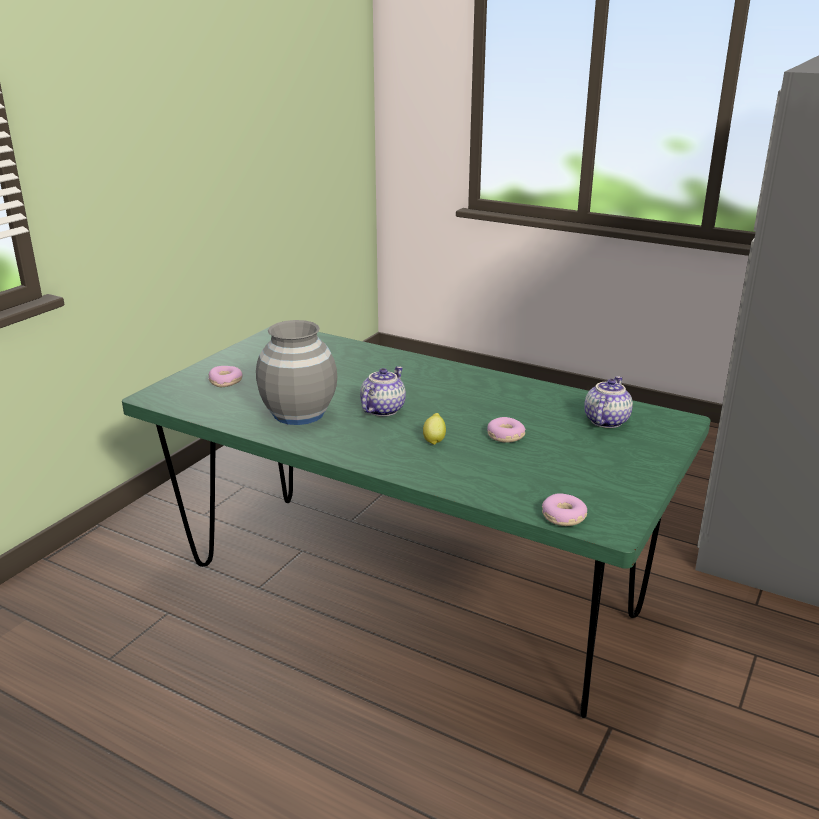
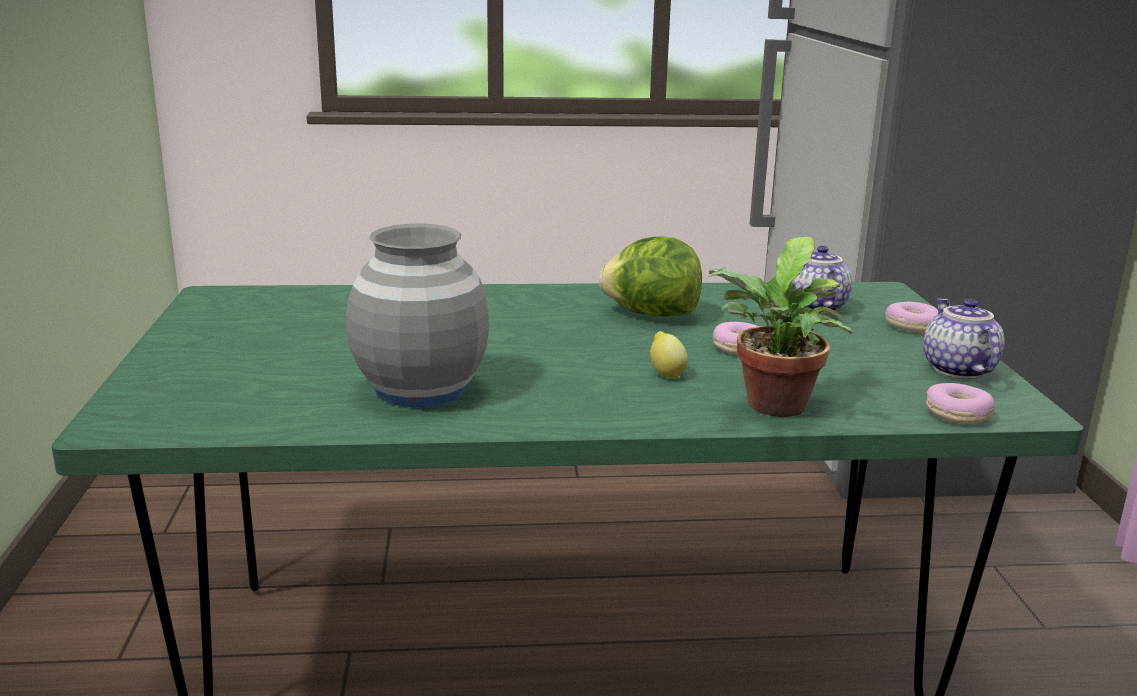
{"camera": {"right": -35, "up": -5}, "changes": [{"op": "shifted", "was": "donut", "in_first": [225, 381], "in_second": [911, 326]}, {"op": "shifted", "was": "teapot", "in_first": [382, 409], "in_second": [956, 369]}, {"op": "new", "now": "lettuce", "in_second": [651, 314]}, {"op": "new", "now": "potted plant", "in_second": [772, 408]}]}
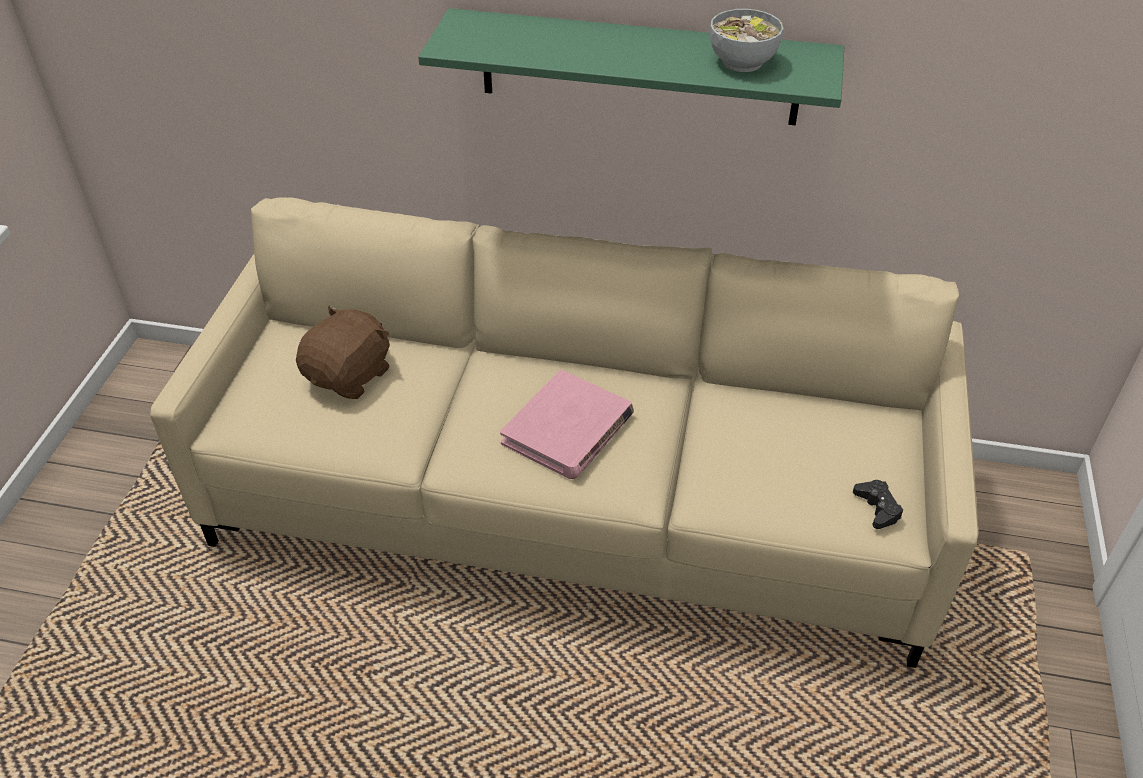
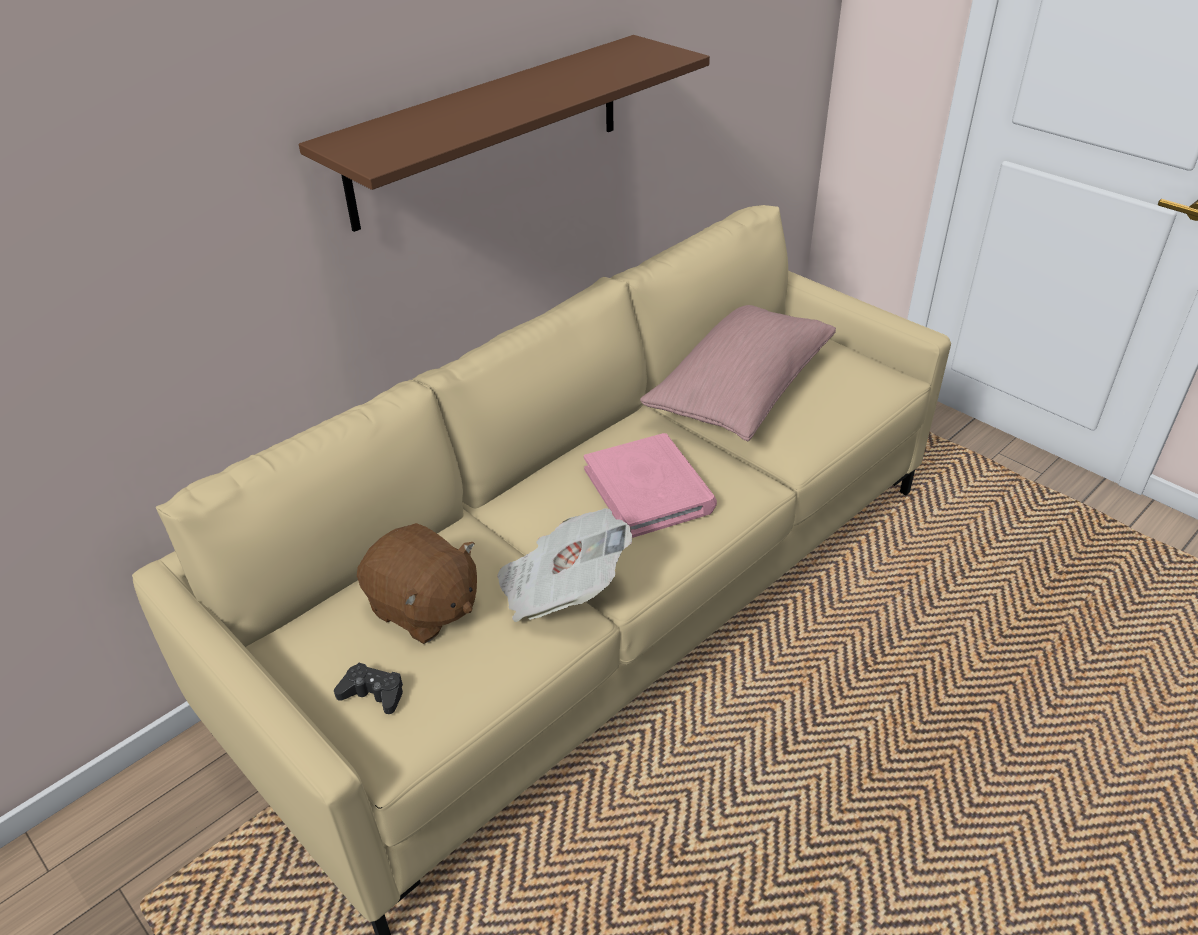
{"camera": {"right": -55, "up": -5}, "changes": [{"op": "repainted", "was": "green shelf", "now": "brown shelf", "in_first": [639, 67], "in_second": [489, 130]}, {"op": "gone", "was": "bowl", "in_first": [742, 62]}, {"op": "rotated", "was": "brown plush toy", "in_first": [350, 376], "in_second": [424, 608], "clockwise": 150}, {"op": "shifted", "was": "black game controller", "in_first": [877, 508], "in_second": [373, 693]}, {"op": "new", "now": "pink pillow", "in_second": [740, 391]}, {"op": "new", "now": "newspaper", "in_second": [561, 589]}]}
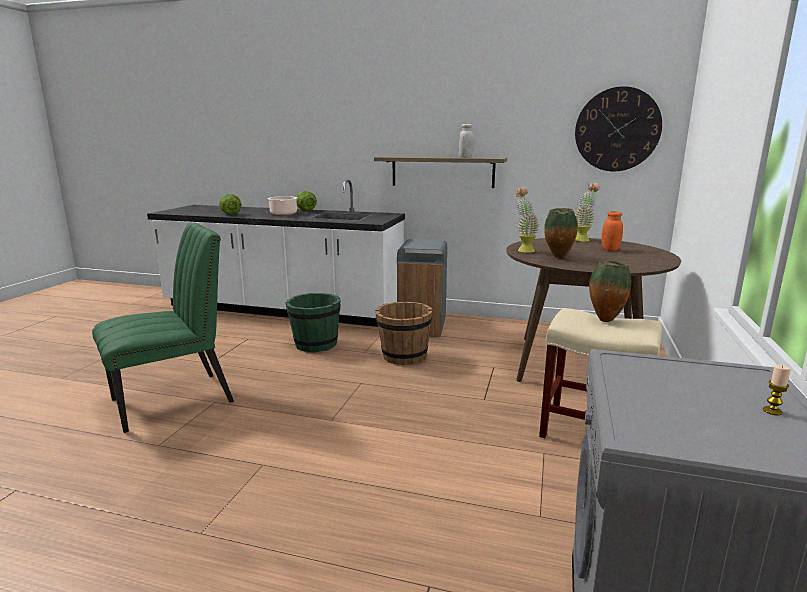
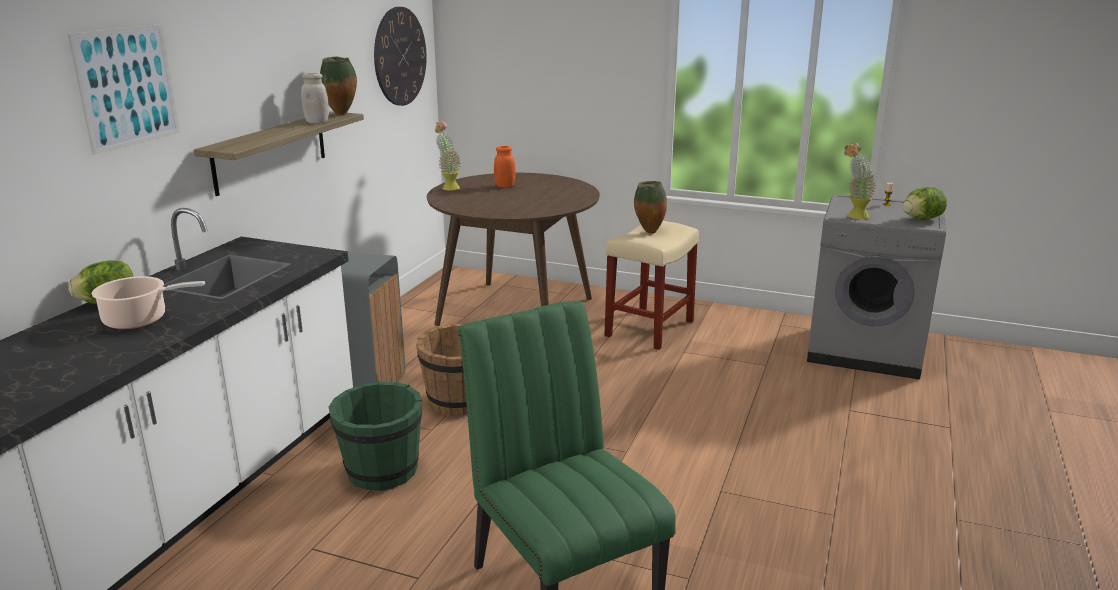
{"camera": {"right": -85, "up": 5}, "changes": [{"op": "shifted", "was": "potted plant", "in_first": [523, 250], "in_second": [853, 217]}, {"op": "shifted", "was": "lettuce", "in_first": [230, 214], "in_second": [921, 219]}, {"op": "shifted", "was": "vase", "in_first": [558, 258], "in_second": [342, 114]}, {"op": "new", "now": "picture", "in_second": [127, 87]}]}
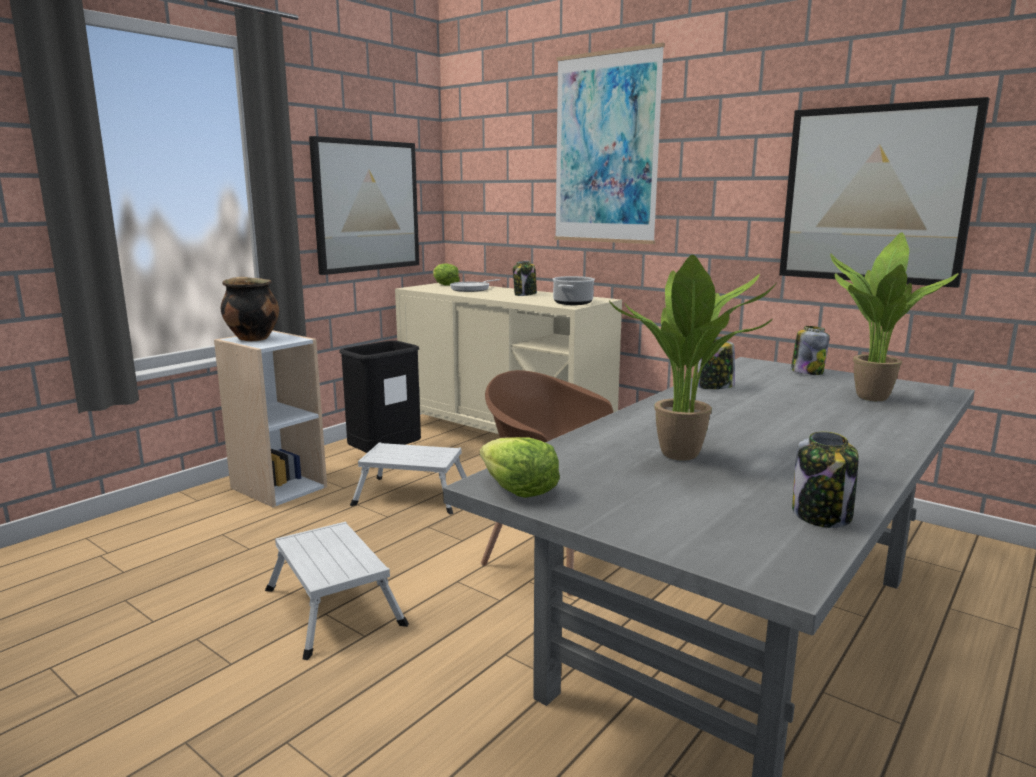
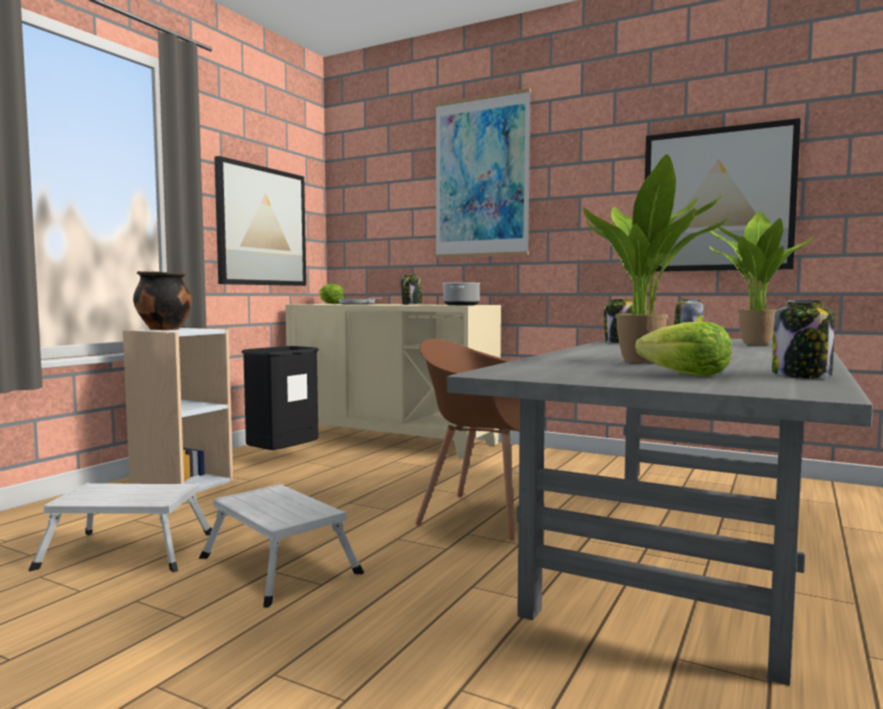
{"camera": {"right": -10, "up": -10}, "changes": [{"op": "shifted", "was": "lettuce", "in_first": [518, 490], "in_second": [685, 375]}, {"op": "shifted", "was": "white step ladder", "in_first": [413, 495], "in_second": [129, 550]}]}
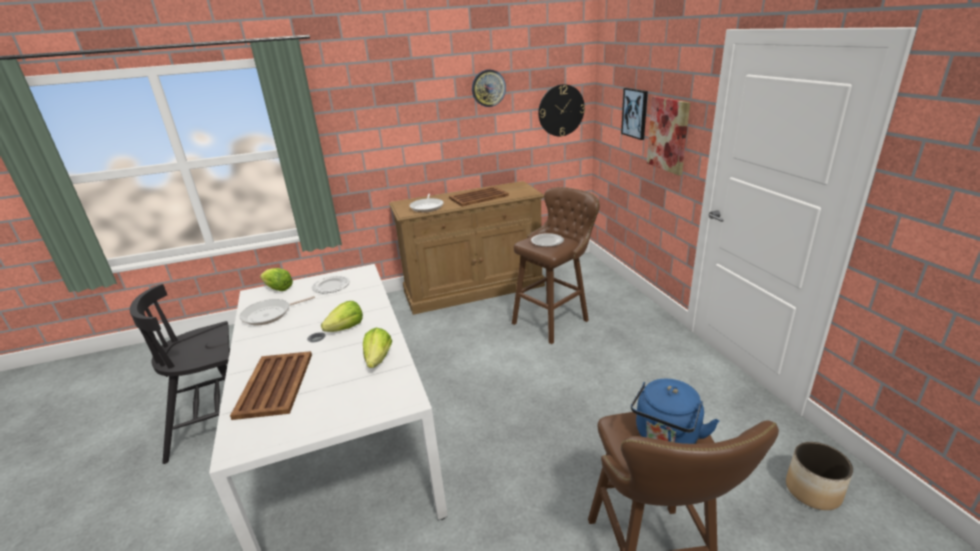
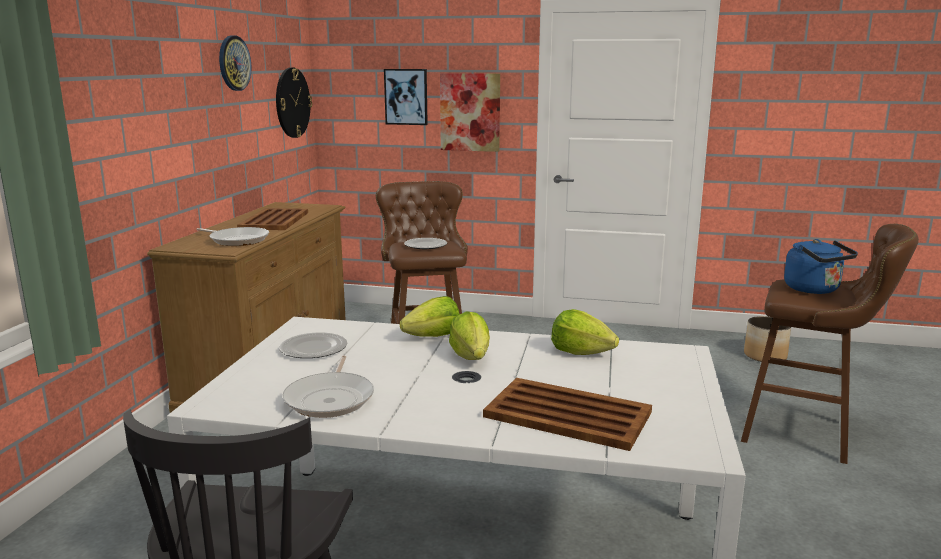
{"camera": {"right": -60, "up": -10}, "changes": [{"op": "shifted", "was": "lettuce", "in_first": [278, 289], "in_second": [433, 336]}]}
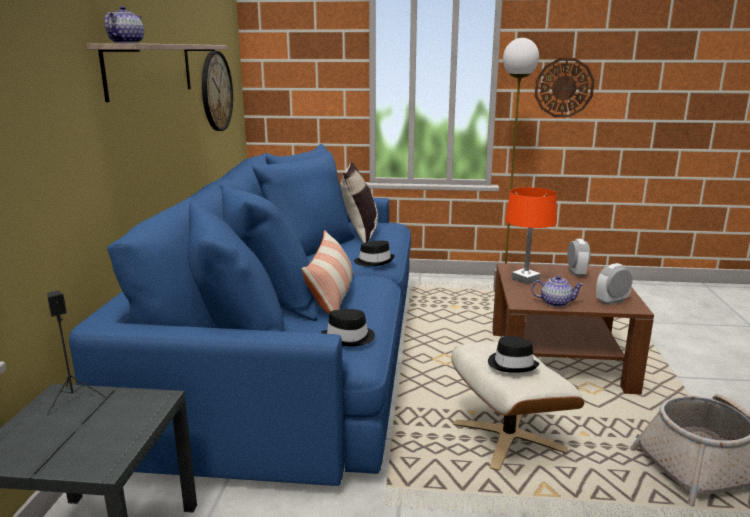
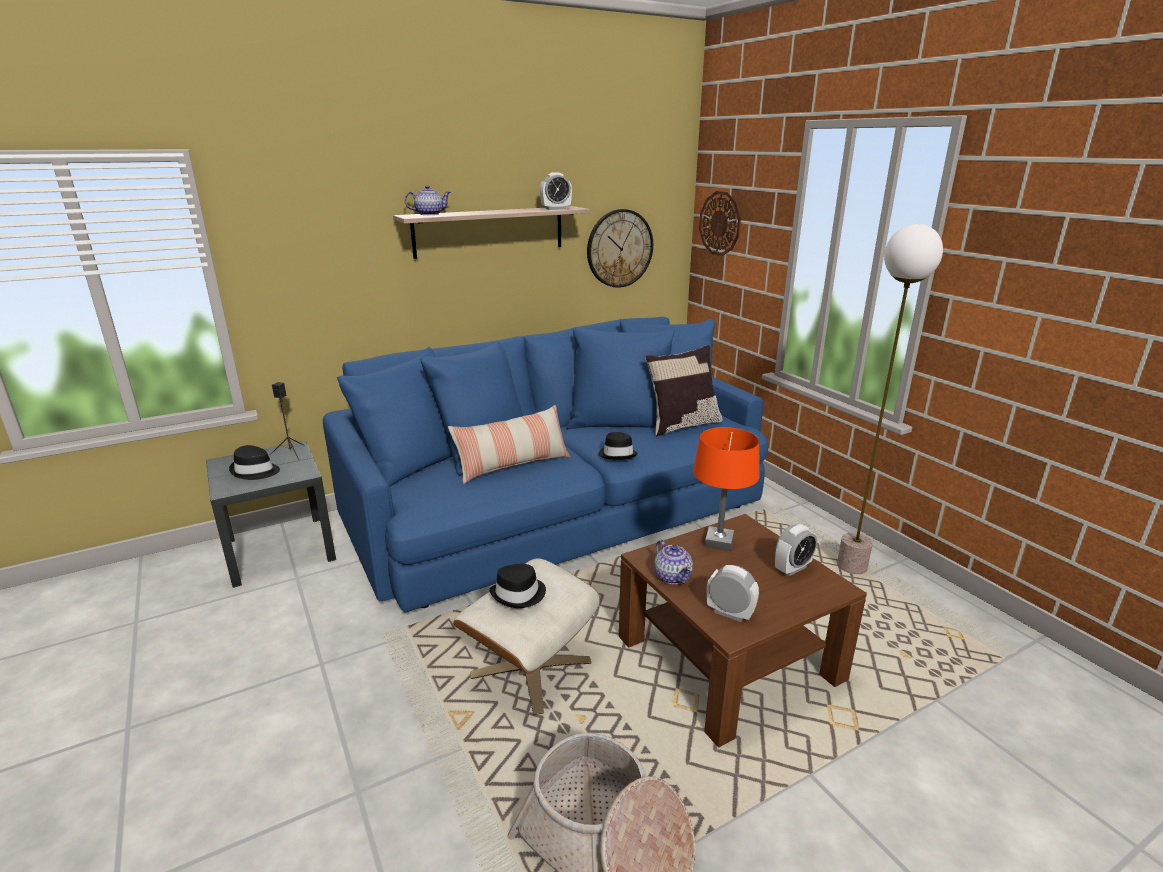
{"camera": {"right": 55, "up": 5}, "changes": [{"op": "shifted", "was": "wall clock", "in_first": [564, 88], "in_second": [720, 223]}, {"op": "shifted", "was": "black hat", "in_first": [349, 338], "in_second": [255, 471]}, {"op": "new", "now": "alarm clock", "in_second": [556, 209]}]}
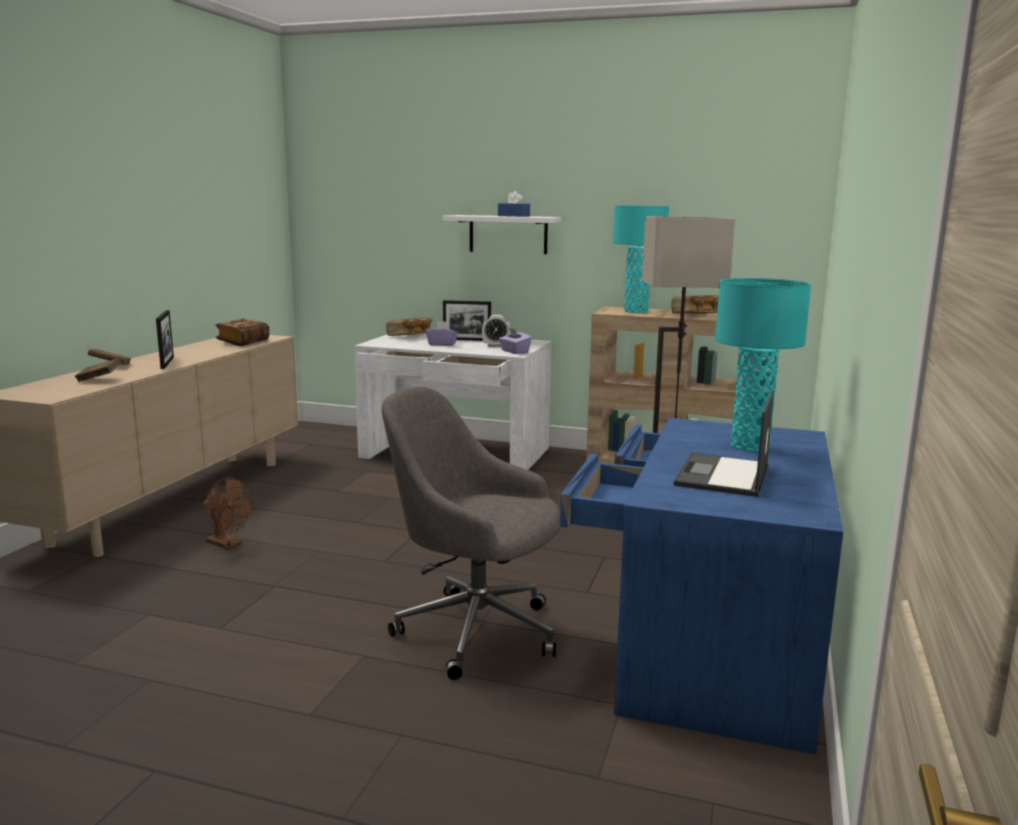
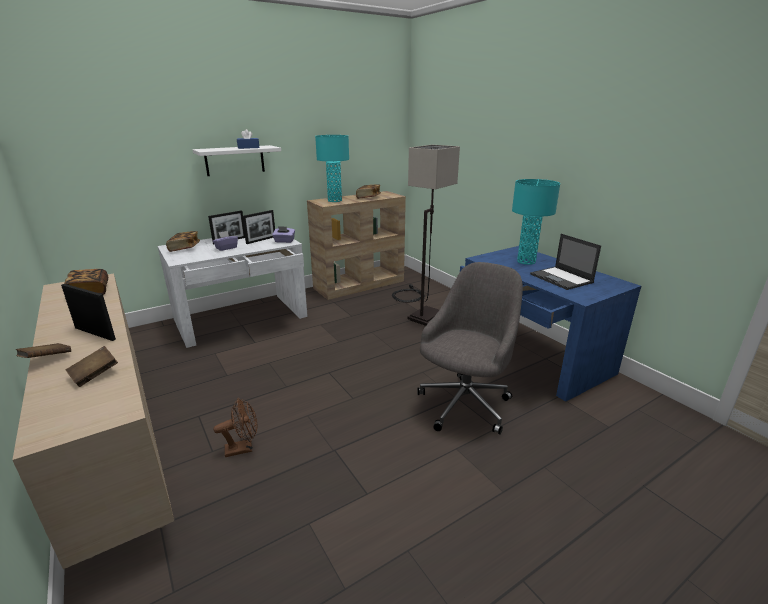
{"camera": {"right": -50, "up": 10}, "changes": [{"op": "swapped", "was": "alarm clock", "now": "picture frame", "in_first": [496, 346], "in_second": [261, 240]}, {"op": "rotated", "was": "grey office chair", "in_first": [475, 632], "in_second": [464, 404], "clockwise": 150}]}
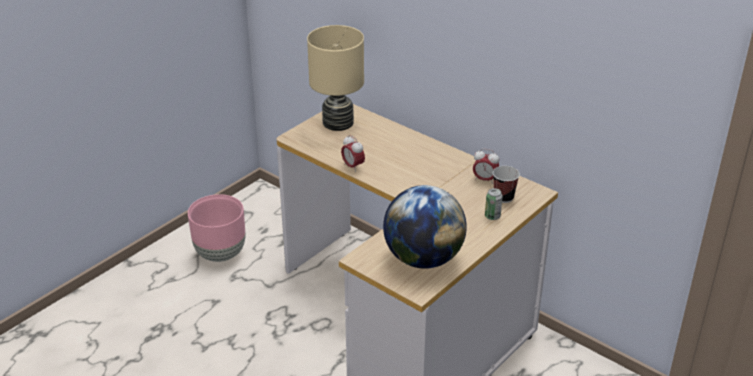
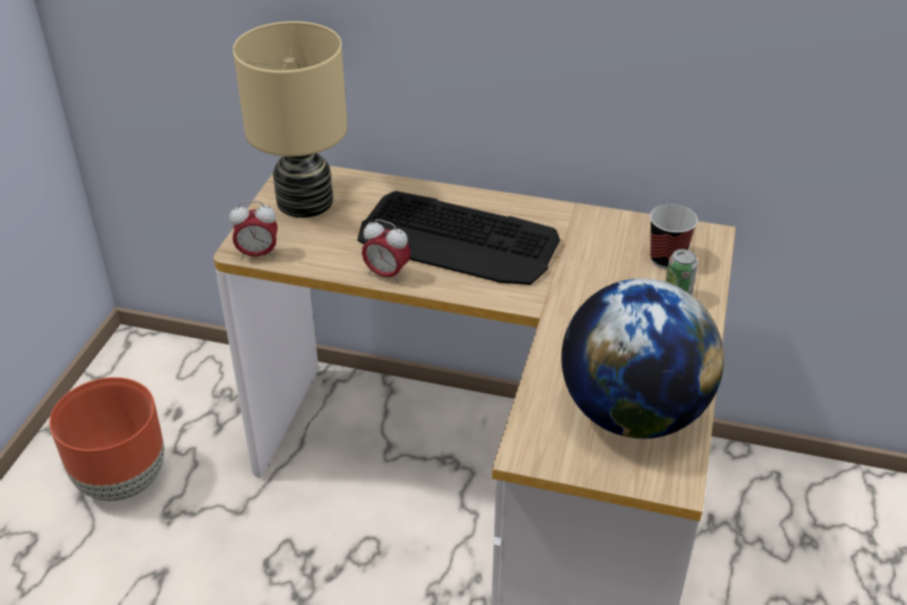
{"camera": {"right": -25, "up": 5}, "changes": [{"op": "shifted", "was": "alarm clock", "in_first": [484, 180], "in_second": [258, 254]}, {"op": "repainted", "was": "pink planter", "now": "brown planter", "in_first": [220, 253], "in_second": [122, 480]}, {"op": "new", "now": "keyboard", "in_second": [458, 241]}]}
